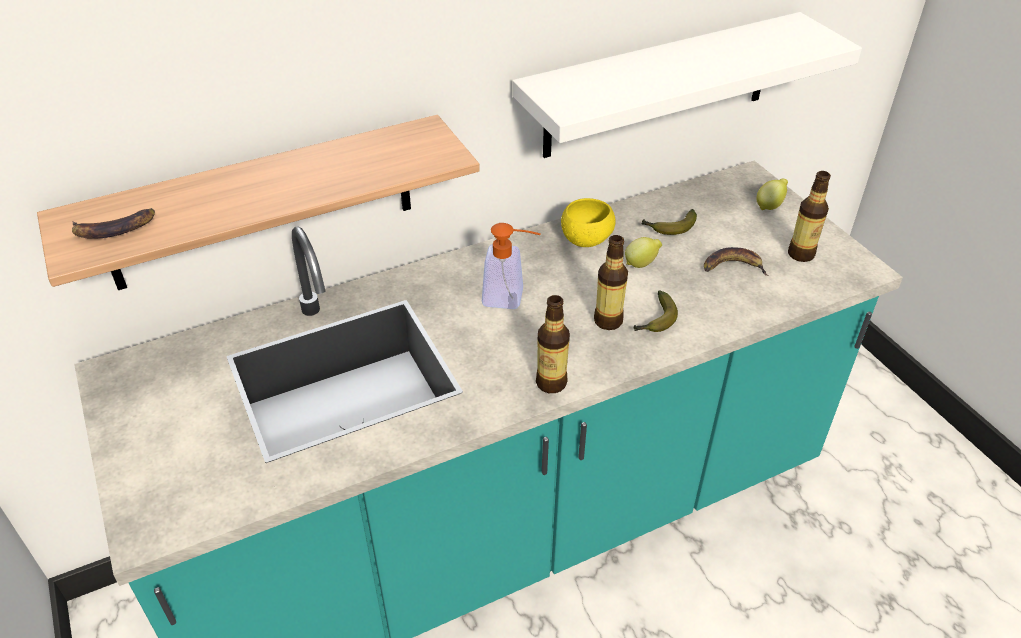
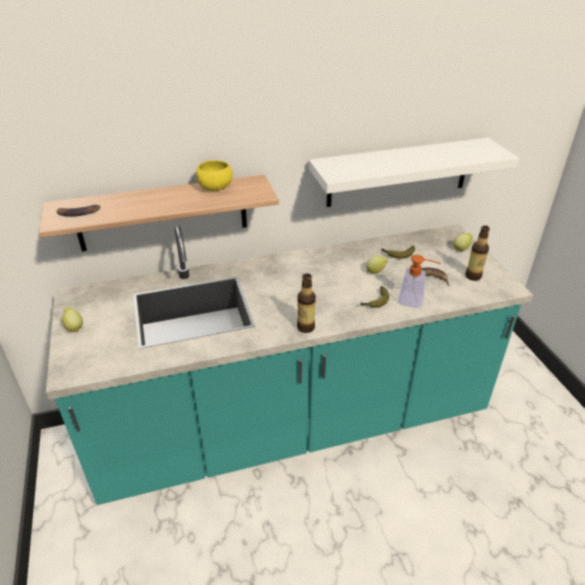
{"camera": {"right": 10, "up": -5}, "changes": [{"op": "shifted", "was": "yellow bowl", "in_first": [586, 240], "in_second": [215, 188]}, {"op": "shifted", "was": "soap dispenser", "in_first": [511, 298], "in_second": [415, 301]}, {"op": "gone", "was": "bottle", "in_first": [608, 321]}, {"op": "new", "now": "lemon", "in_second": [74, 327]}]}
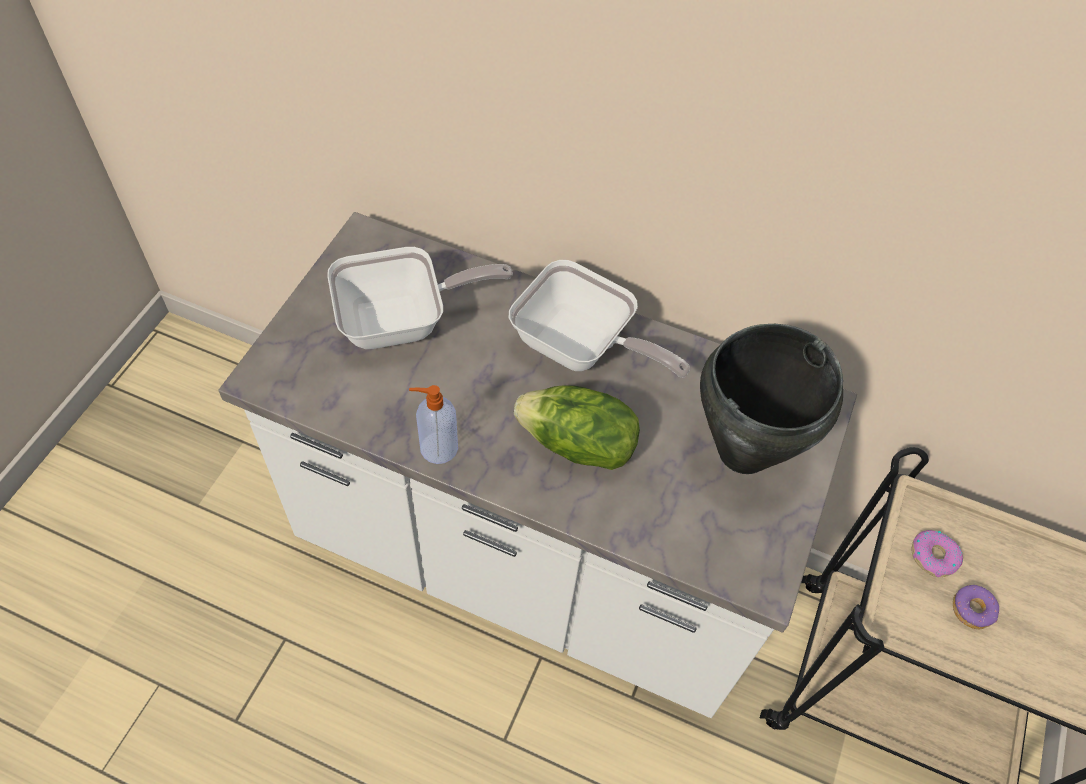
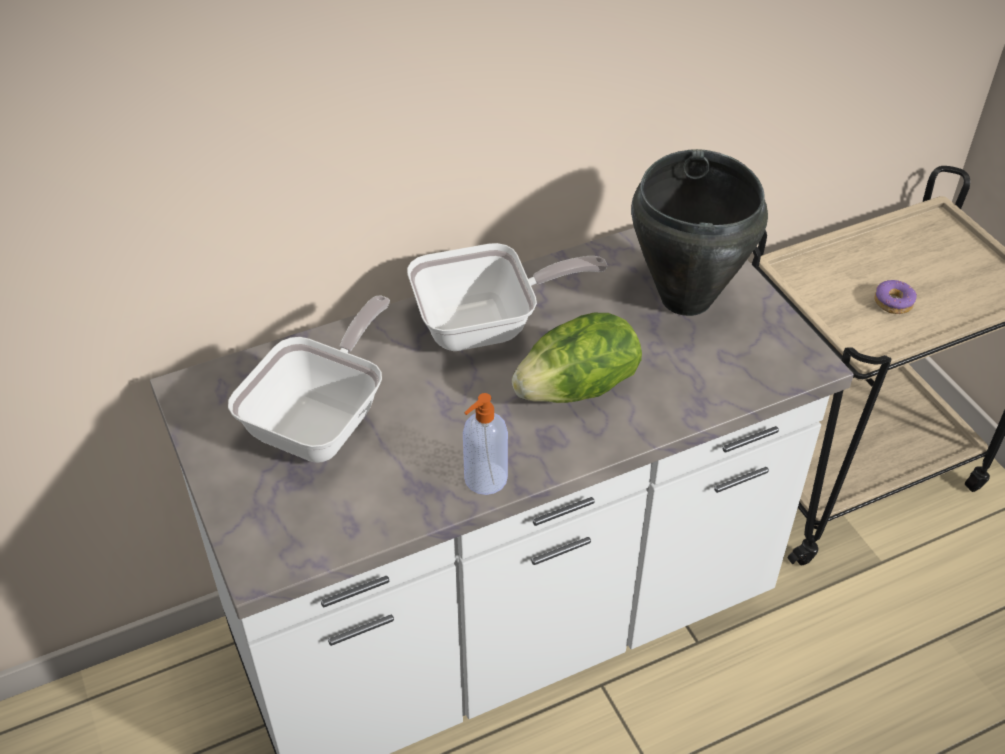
{"camera": {"right": -45, "up": -10}, "changes": [{"op": "gone", "was": "donut", "in_first": [933, 556]}]}
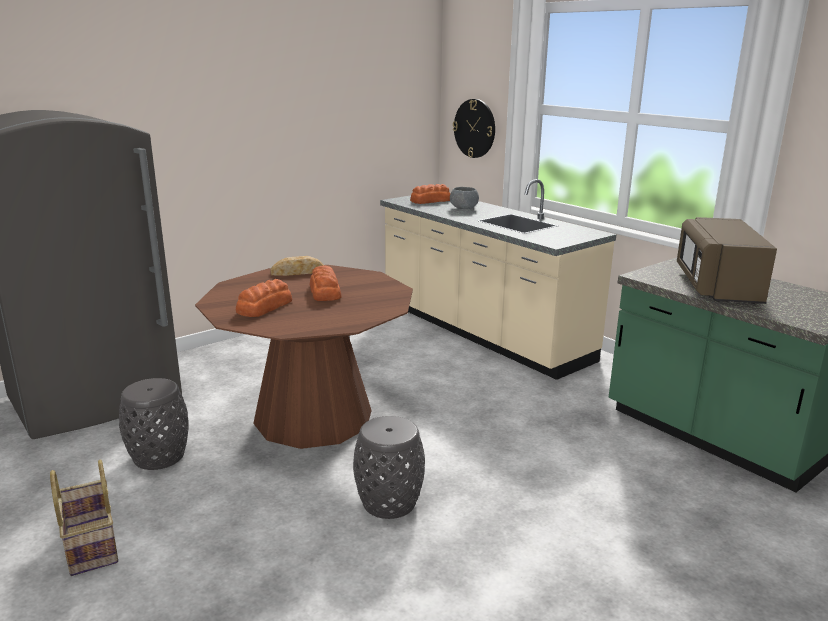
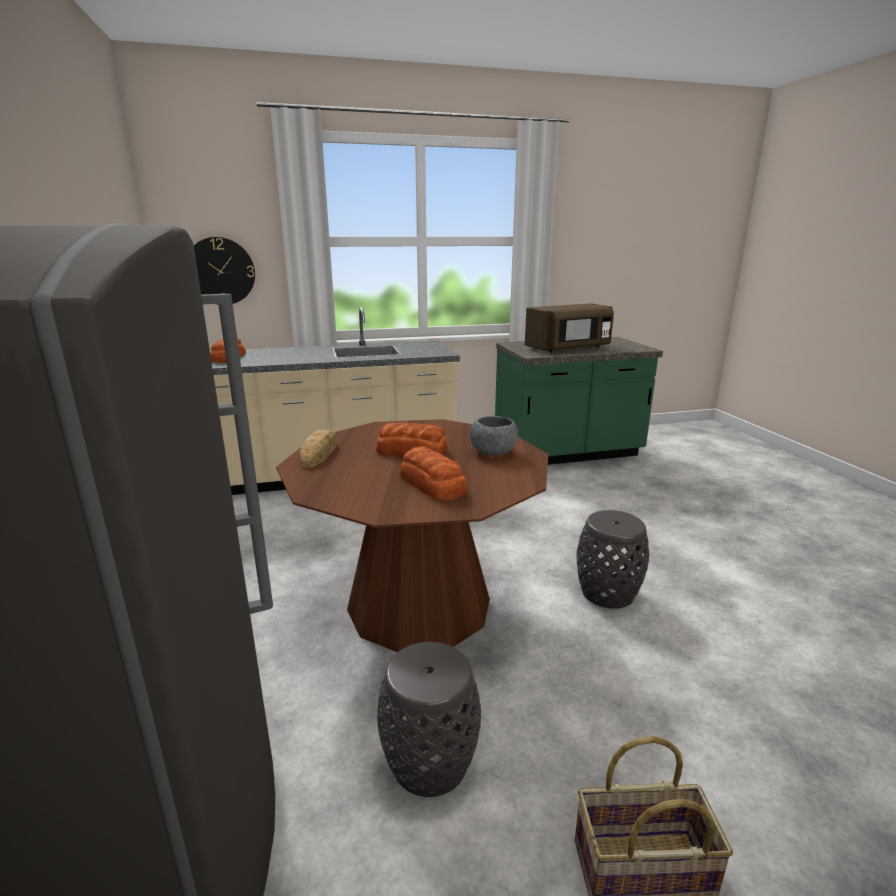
{"camera": {"right": -65, "up": 0}, "changes": [{"op": "shifted", "was": "grey bowl", "in_first": [464, 208], "in_second": [493, 452]}, {"op": "rotated", "was": "brown microwave", "in_first": [716, 286], "in_second": [569, 348], "clockwise": -60}]}
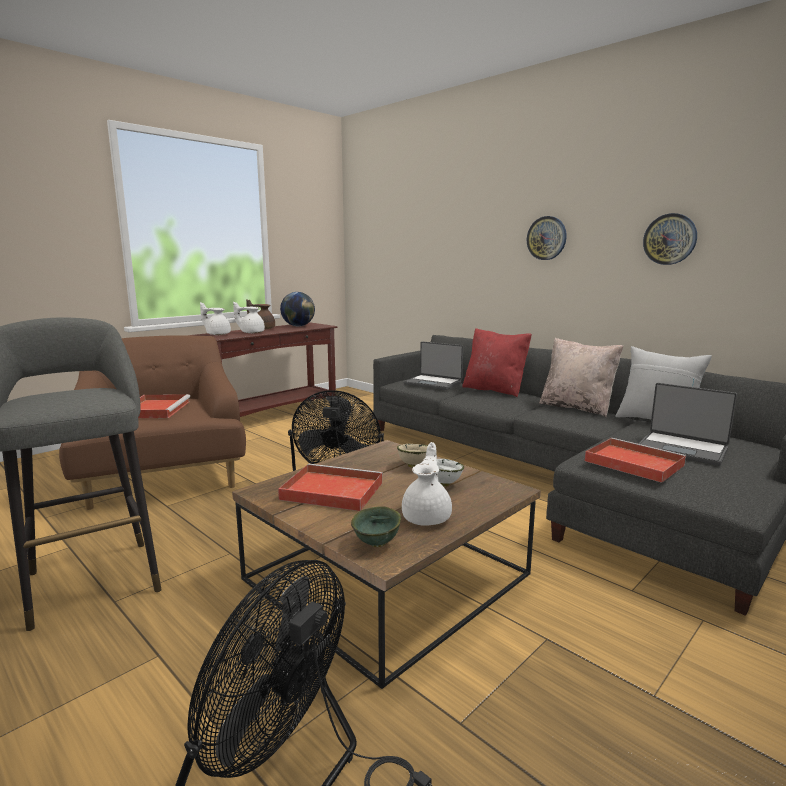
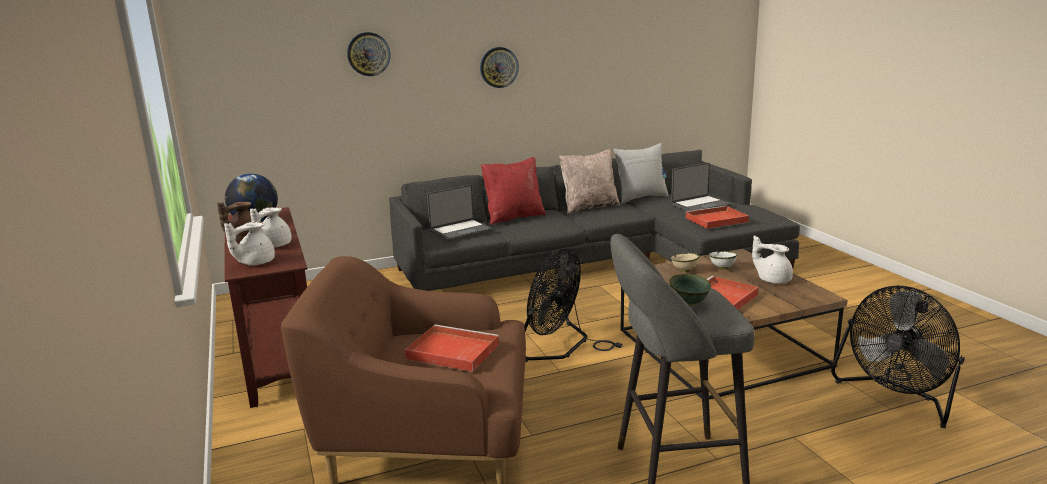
{"camera": {"right": -65, "up": 5}, "changes": [{"op": "shifted", "was": "wall clock", "in_first": [670, 239], "in_second": [368, 54]}, {"op": "shifted", "was": "green bowl", "in_first": [377, 544], "in_second": [689, 303]}]}
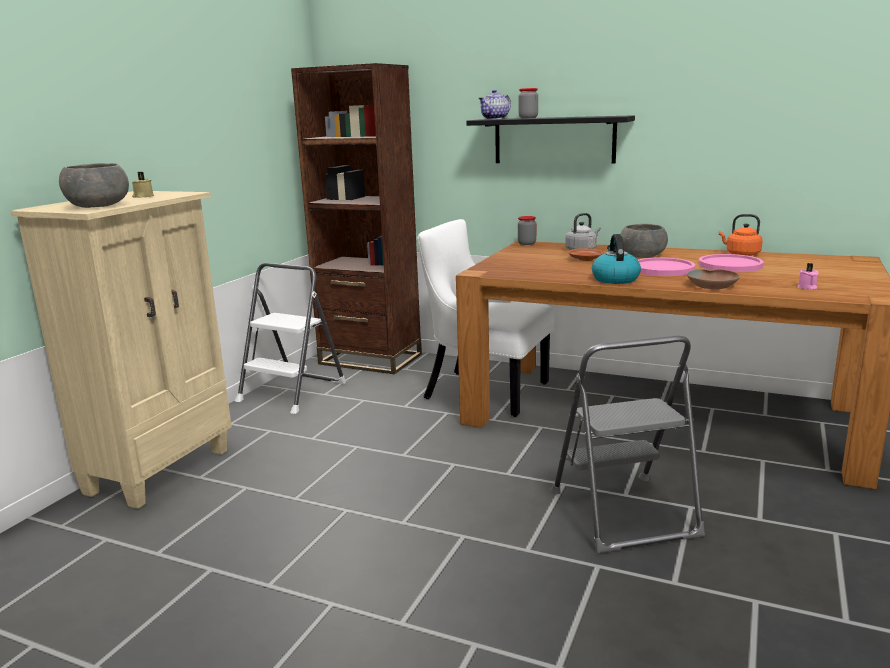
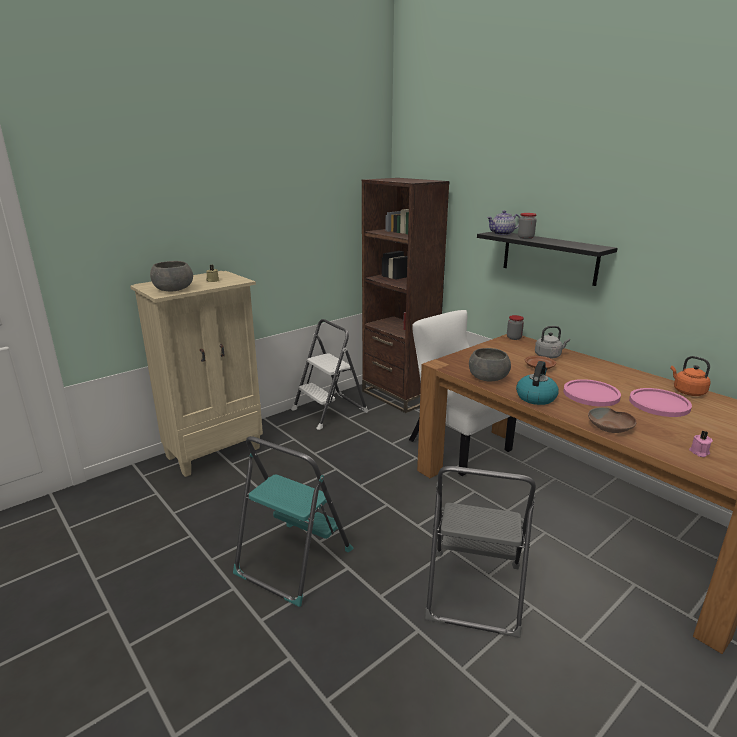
{"camera": {"right": 25, "up": 5}, "changes": [{"op": "shifted", "was": "grey bowl", "in_first": [642, 256], "in_second": [487, 378]}, {"op": "new", "now": "turquoise step ladder", "in_second": [291, 563]}]}
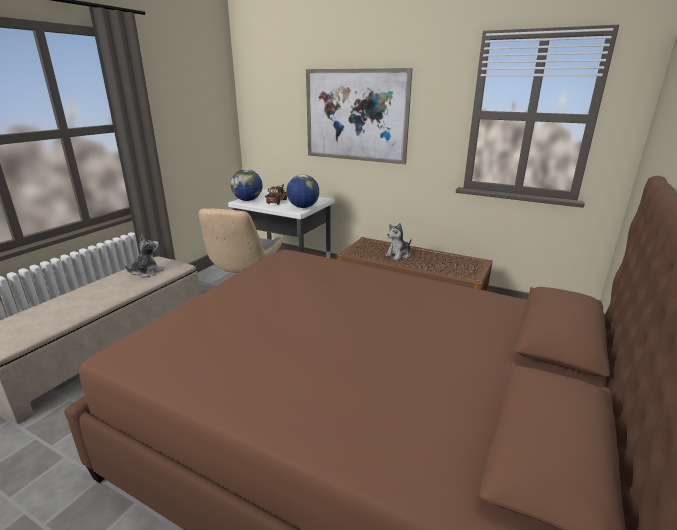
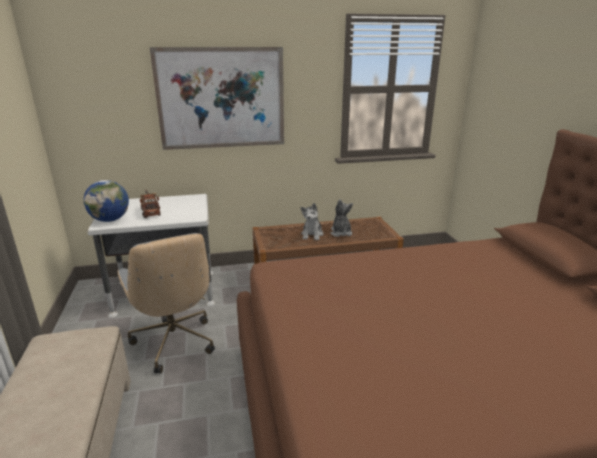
{"camera": {"right": -40, "up": 0}, "changes": [{"op": "gone", "was": "globe", "in_first": [303, 207]}, {"op": "shifted", "was": "plush toy", "in_first": [146, 272], "in_second": [341, 233]}]}
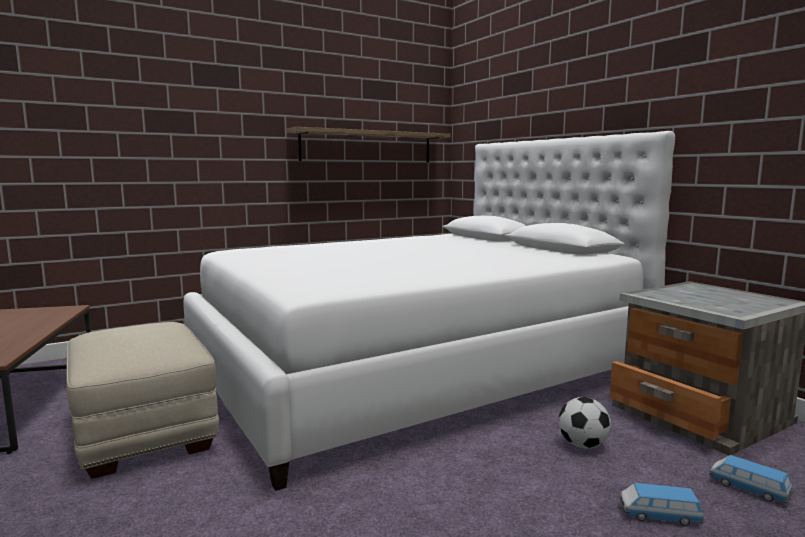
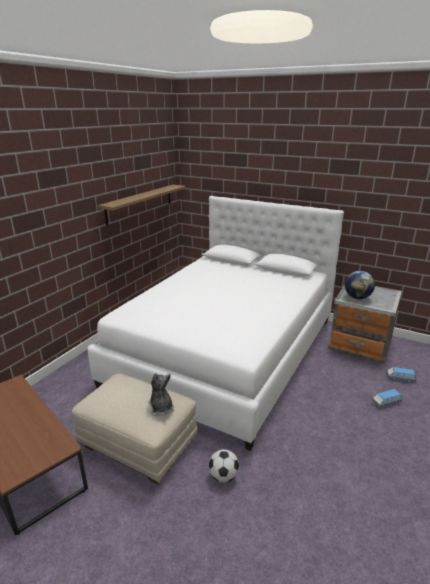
{"camera": {"right": -30, "up": 15}, "changes": [{"op": "shifted", "was": "football", "in_first": [582, 445], "in_second": [223, 476]}, {"op": "new", "now": "globe", "in_second": [357, 297]}, {"op": "new", "now": "plush toy", "in_second": [161, 408]}]}
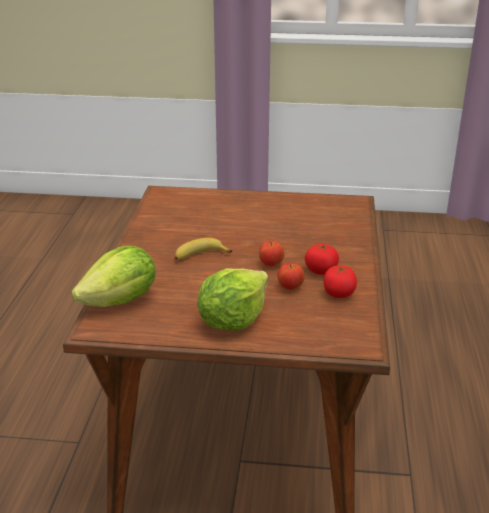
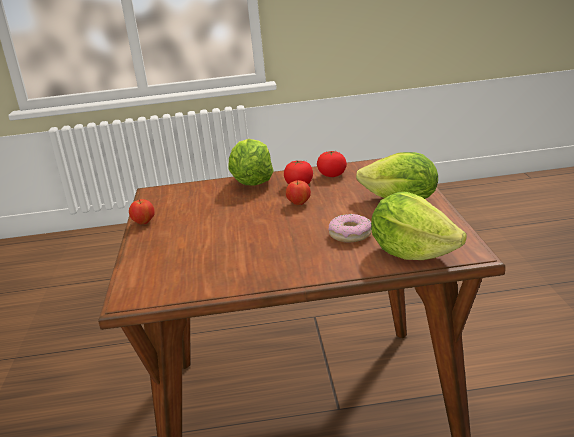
{"camera": {"right": -100, "up": -5}, "changes": [{"op": "gone", "was": "banana", "in_first": [200, 256]}, {"op": "shifted", "was": "apple", "in_first": [290, 287], "in_second": [144, 222]}, {"op": "new", "now": "lettuce", "in_second": [252, 182]}, {"op": "new", "now": "donut", "in_second": [350, 234]}]}
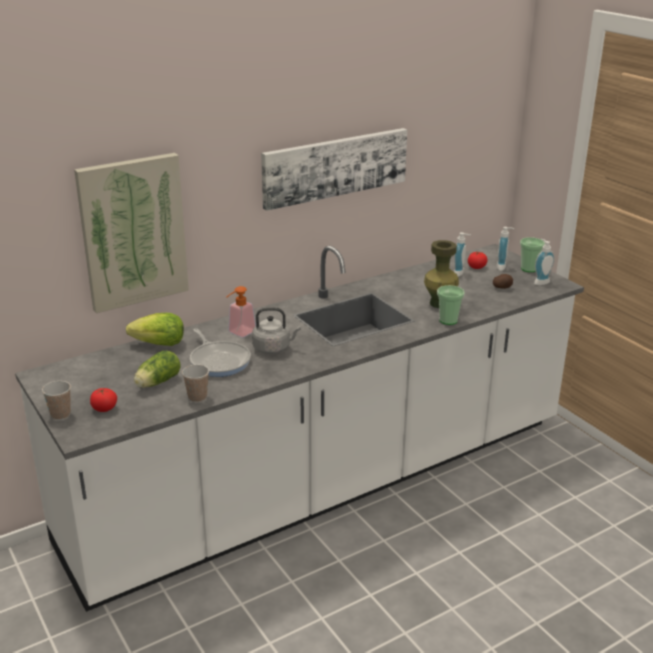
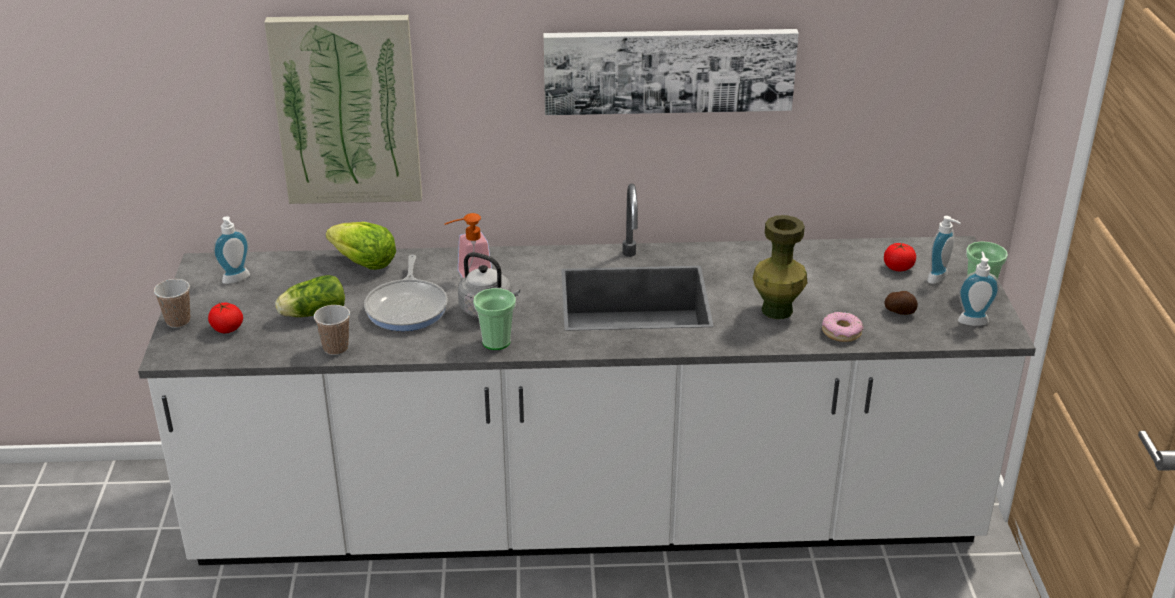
{"camera": {"right": 30, "up": 5}, "changes": [{"op": "shifted", "was": "soap dispenser", "in_first": [460, 274], "in_second": [237, 280]}, {"op": "shifted", "was": "cup", "in_first": [448, 320], "in_second": [496, 342]}, {"op": "new", "now": "donut", "in_second": [841, 332]}]}
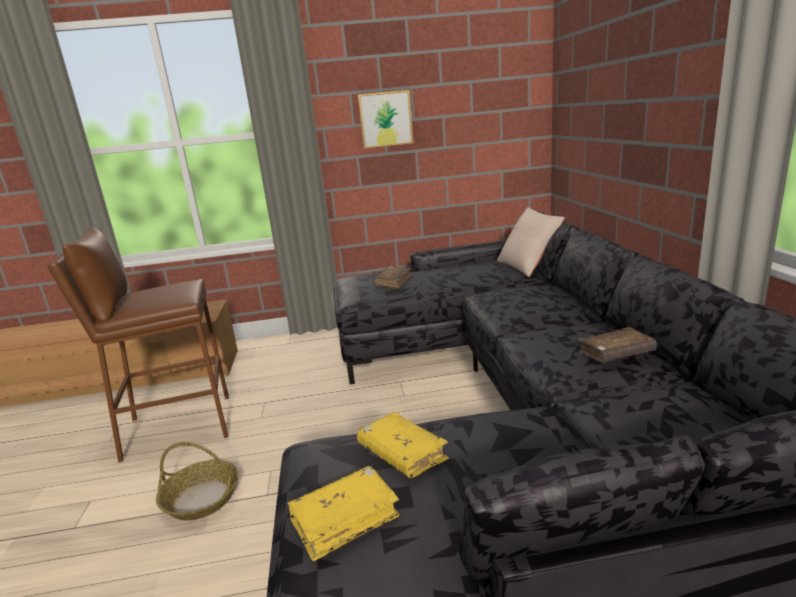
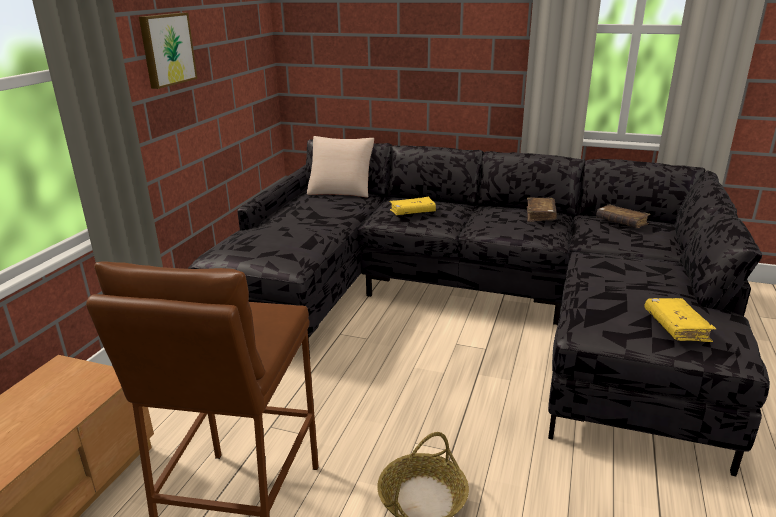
{"camera": {"right": -65, "up": 5}, "changes": [{"op": "shifted", "was": "brown book", "in_first": [393, 282], "in_second": [621, 222]}, {"op": "shifted", "was": "yellow book", "in_first": [402, 454], "in_second": [412, 212]}]}
